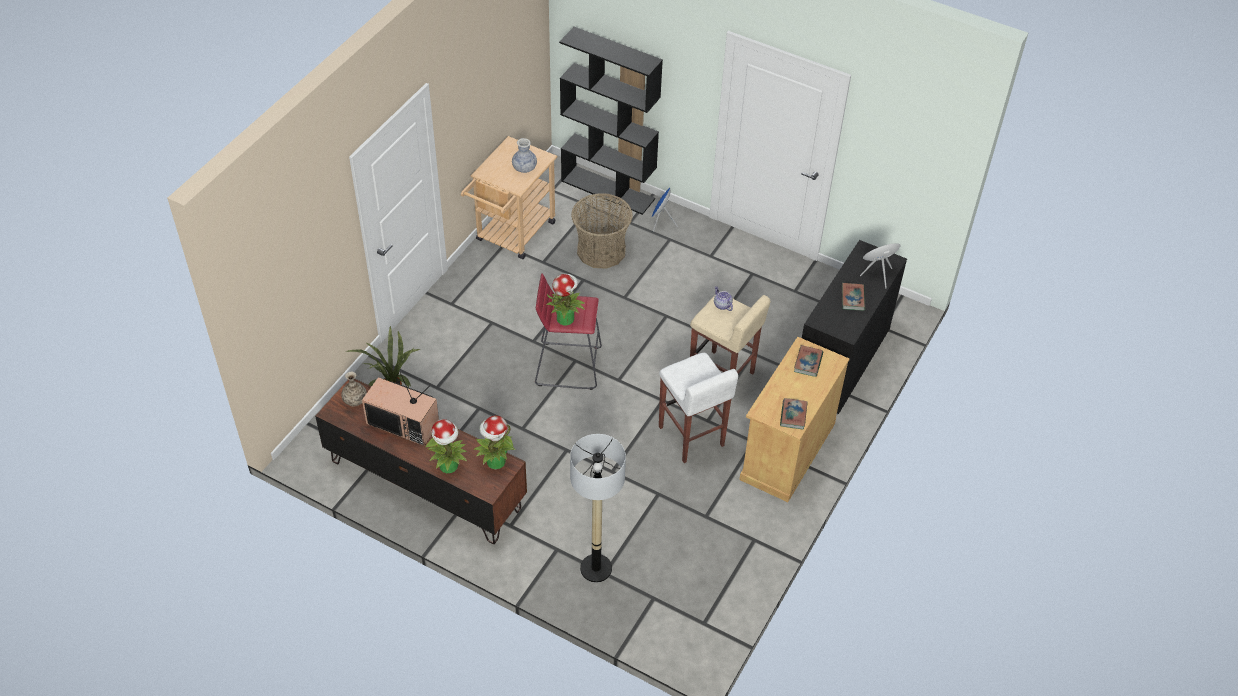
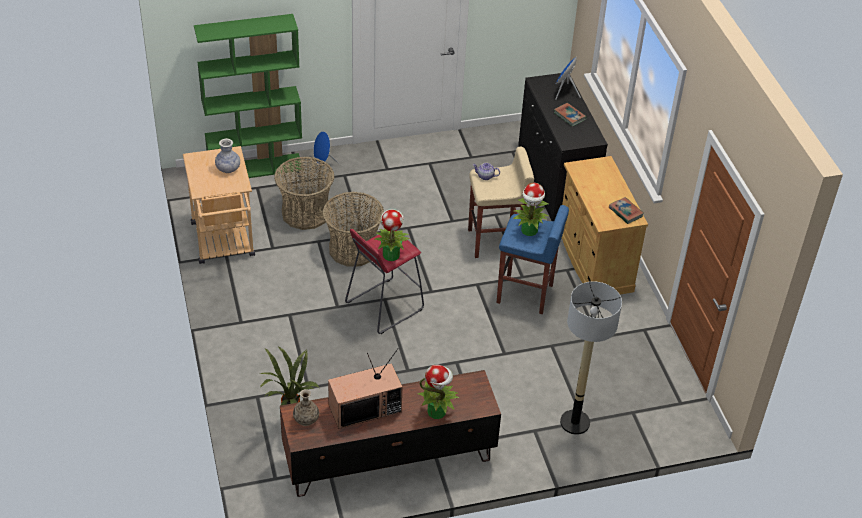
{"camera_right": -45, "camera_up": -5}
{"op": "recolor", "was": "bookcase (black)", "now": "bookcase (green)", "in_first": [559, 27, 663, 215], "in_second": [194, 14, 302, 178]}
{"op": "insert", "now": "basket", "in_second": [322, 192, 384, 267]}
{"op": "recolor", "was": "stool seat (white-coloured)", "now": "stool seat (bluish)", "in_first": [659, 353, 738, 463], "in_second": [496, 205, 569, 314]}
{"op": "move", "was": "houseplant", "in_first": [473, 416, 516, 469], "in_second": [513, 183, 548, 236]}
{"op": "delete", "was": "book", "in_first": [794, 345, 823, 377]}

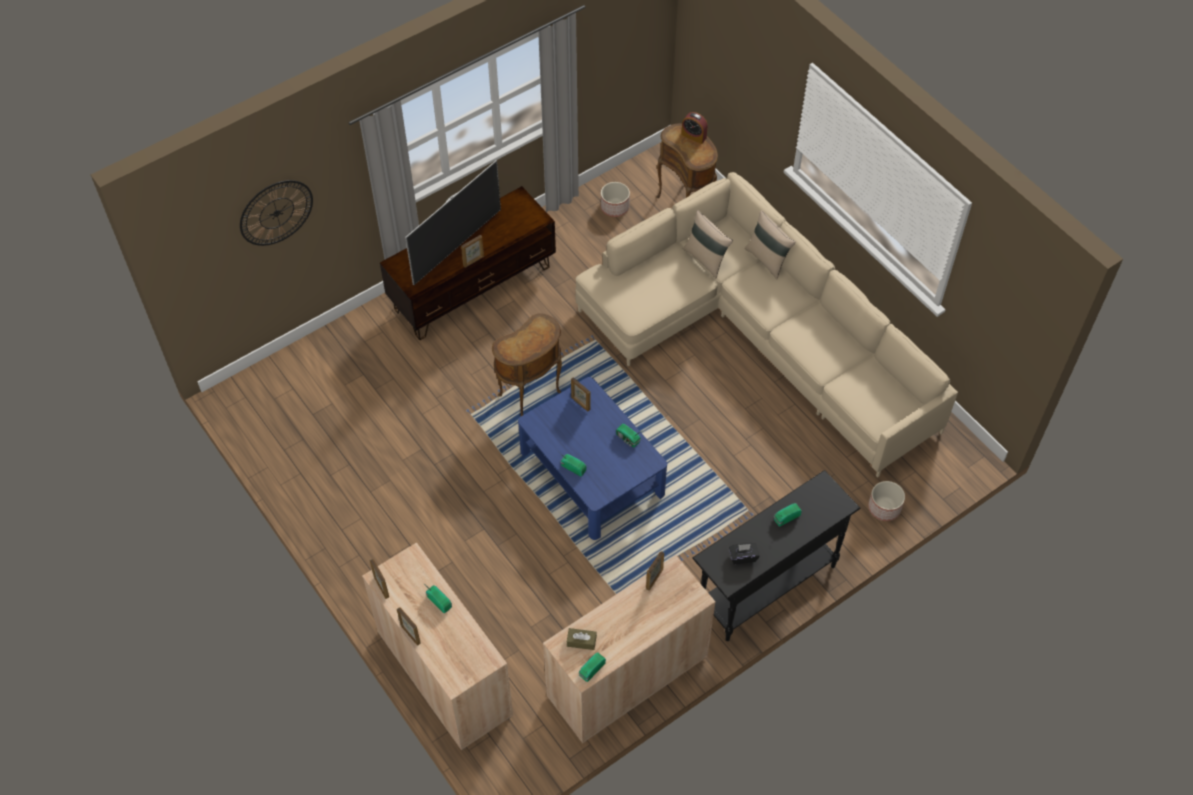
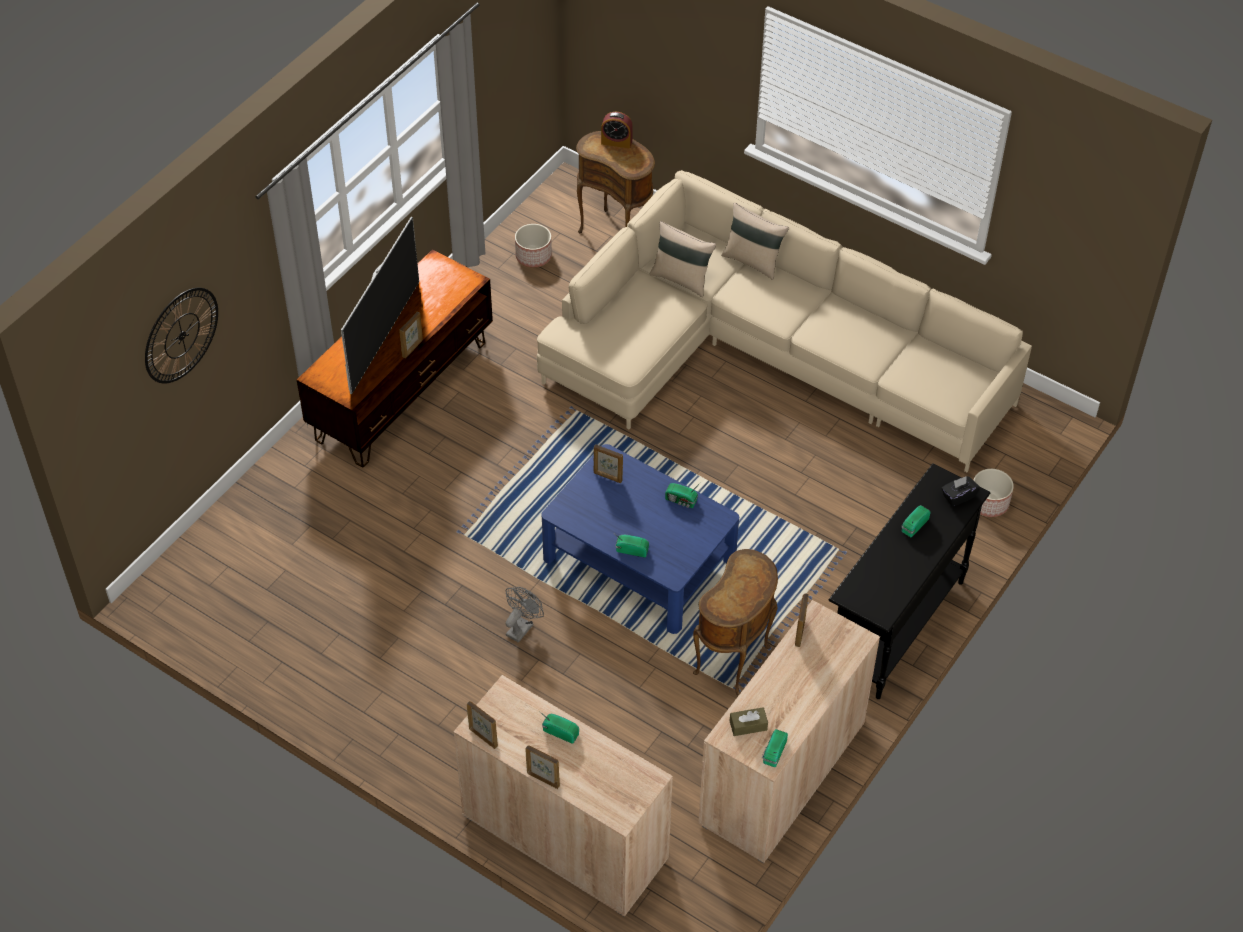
{"camera_right": -20, "camera_up": -5}
{"op": "insert", "now": "fan (grey)", "in_second": [505, 587, 544, 643]}
{"op": "move", "was": "side table (brown)", "in_first": [492, 313, 562, 416], "in_second": [693, 549, 778, 695]}
{"op": "move", "was": "box of tissues (black)", "in_first": [729, 543, 760, 565], "in_second": [942, 476, 980, 507]}

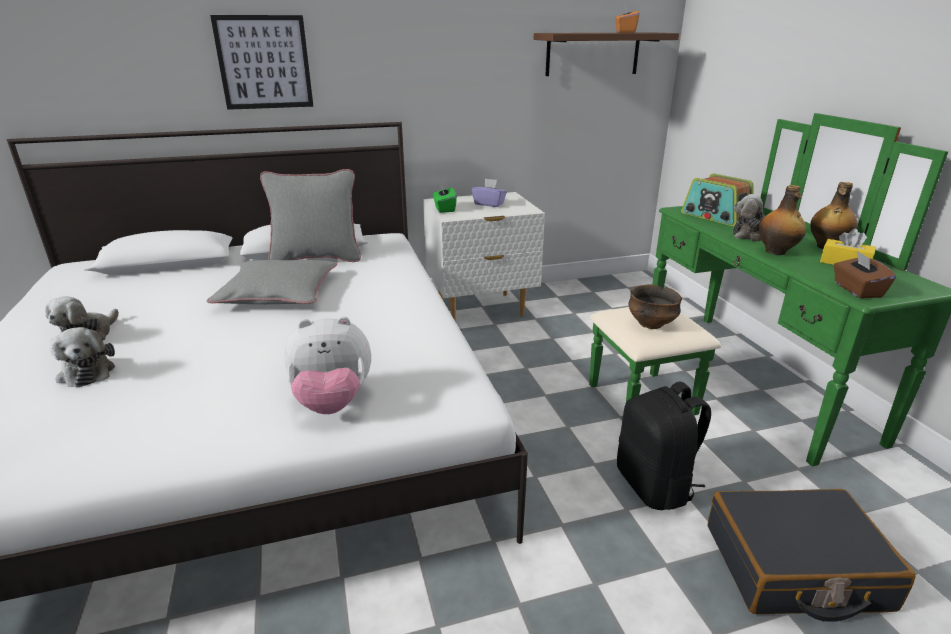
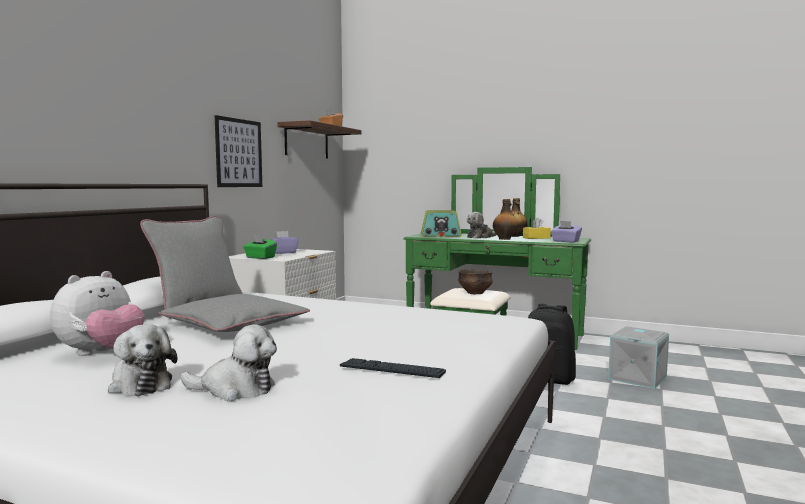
{"camera_right": -50, "camera_up": -20}
{"op": "move", "was": "cuddly toy", "in_first": [284, 317, 371, 414], "in_second": [50, 271, 145, 356]}
{"op": "move", "was": "wall picture", "in_first": [210, 15, 313, 110], "in_second": [215, 115, 262, 187]}
{"op": "insert", "now": "PC keyboard", "in_second": [340, 358, 446, 378]}
{"op": "recolor", "was": "box of tissues (brown)", "now": "box of tissues (purplish)", "in_first": [834, 251, 896, 298], "in_second": [551, 221, 582, 242]}
{"op": "replace", "was": "travel case (black)", "now": "storage bin (grey)", "in_first": [708, 489, 915, 622], "in_second": [608, 326, 669, 389]}

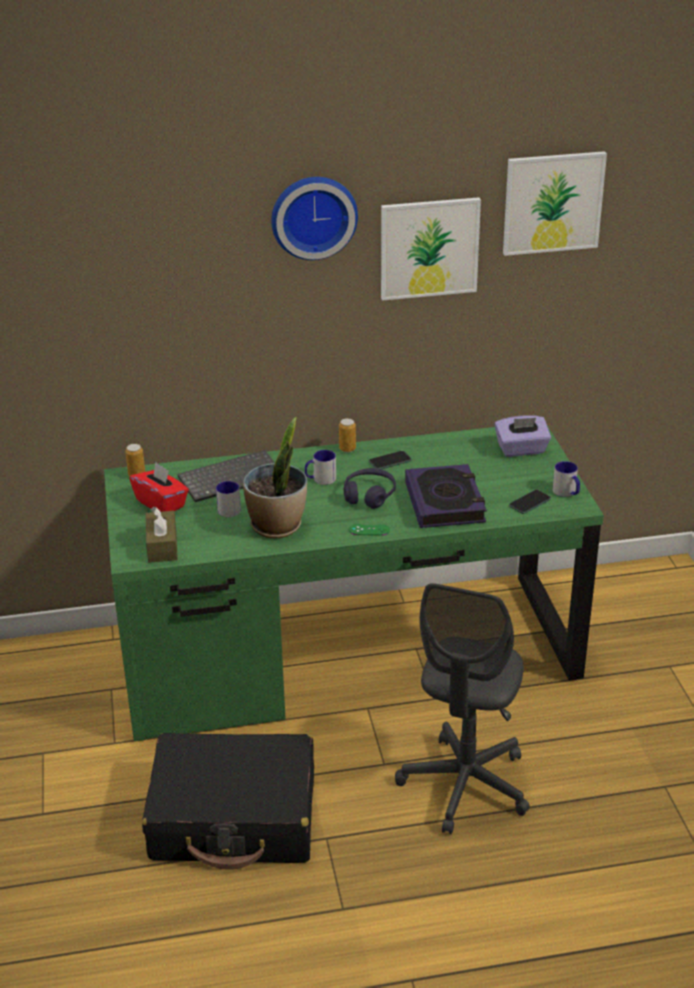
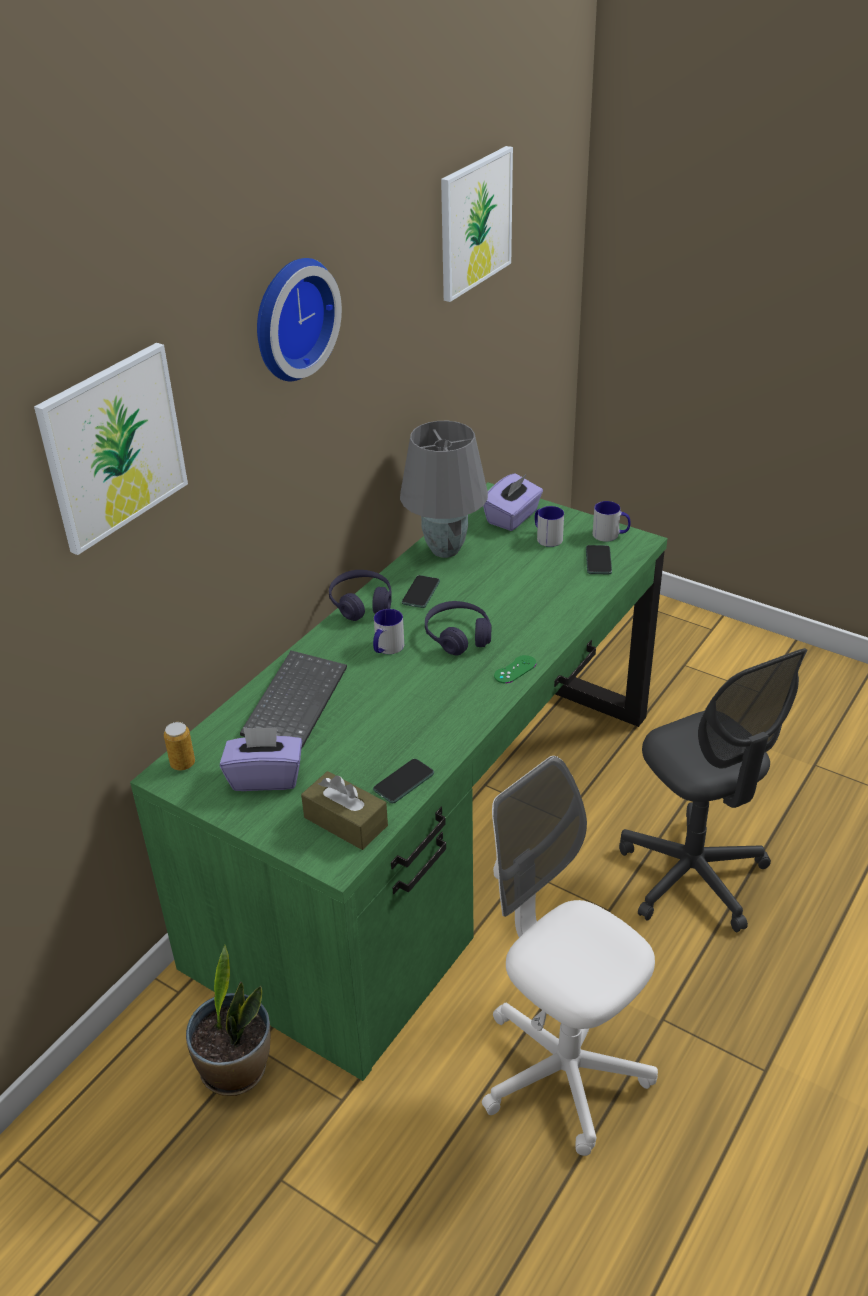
{"camera_right": -45, "camera_up": 5}
{"op": "move", "was": "wall picture", "in_first": [381, 197, 481, 301], "in_second": [34, 343, 188, 555]}
{"op": "move", "was": "houseplant", "in_first": [243, 417, 307, 538], "in_second": [186, 945, 270, 1096]}
{"op": "recolor", "was": "box of tissues (red)", "now": "box of tissues (purplish)", "in_first": [129, 462, 189, 512], "in_second": [220, 727, 302, 791]}
{"op": "replace", "was": "sealed can", "now": "headphones (purplish)", "in_first": [339, 418, 356, 452], "in_second": [329, 570, 392, 621]}
{"op": "insert", "now": "telephone", "in_second": [373, 759, 434, 803]}
{"op": "insert", "now": "table lamp (grey)", "in_second": [400, 421, 488, 558]}
{"op": "replace", "was": "travel case (black)", "now": "computer chair (white-coloured)", "in_first": [142, 733, 314, 870], "in_second": [482, 756, 658, 1156]}
{"op": "move", "was": "tea mug", "in_first": [216, 481, 241, 517], "in_second": [535, 506, 564, 547]}
{"op": "delete", "was": "book", "in_first": [405, 464, 487, 528]}

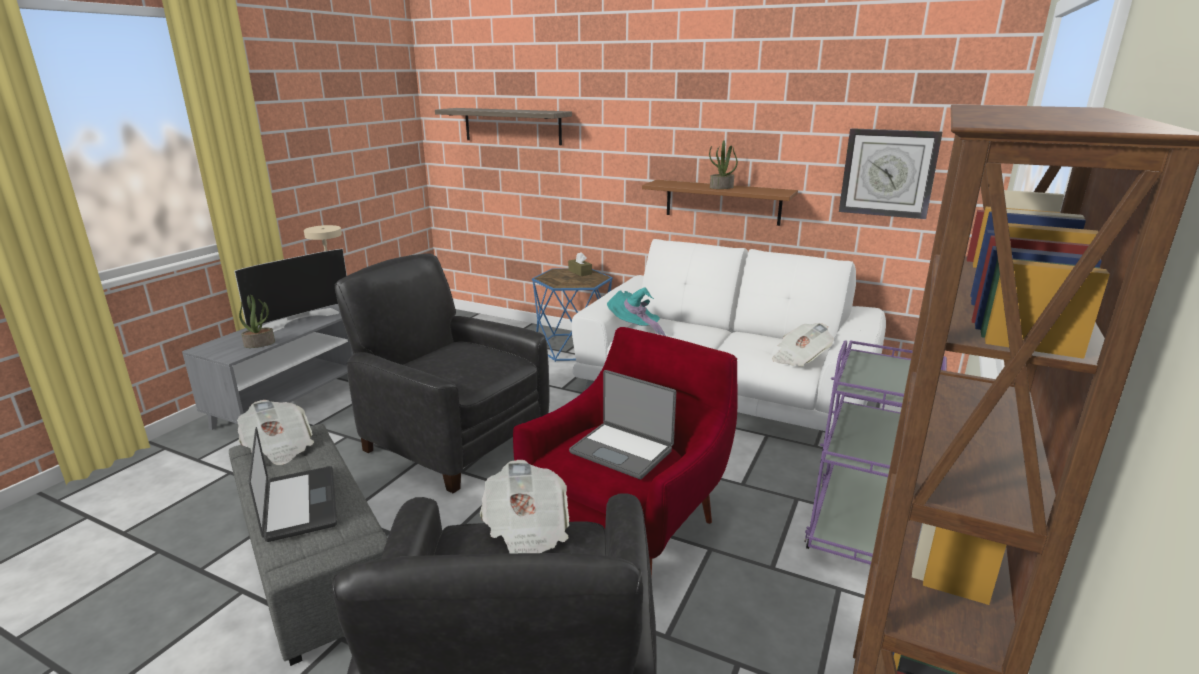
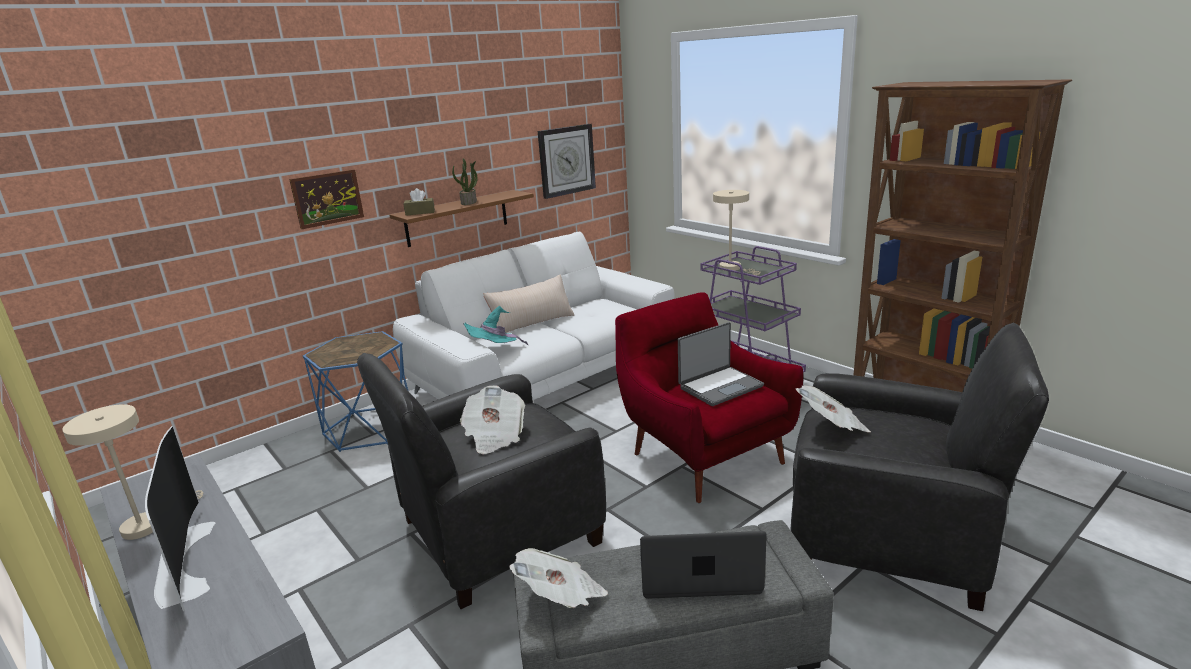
{"camera_right": -65, "camera_up": 0}
{"op": "insert", "now": "wall picture", "in_second": [289, 169, 364, 229]}
{"op": "move", "was": "box of tissues (brown)", "in_first": [568, 252, 592, 276], "in_second": [403, 188, 435, 216]}
{"op": "move", "was": "newspaper", "in_first": [772, 323, 834, 367], "in_second": [460, 385, 525, 454]}
{"op": "insert", "now": "pillow (beige-coloured)", "in_second": [483, 275, 574, 333]}
{"op": "insert", "now": "table lamp (beige-coloured)", "in_second": [713, 190, 761, 276]}
{"op": "delete", "was": "houseplant", "in_first": [239, 295, 275, 348]}
{"op": "delete", "was": "shelf", "in_first": [435, 108, 572, 145]}

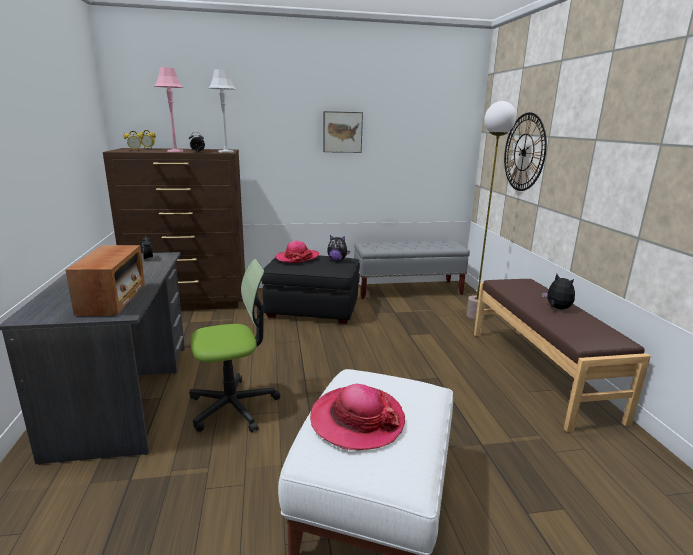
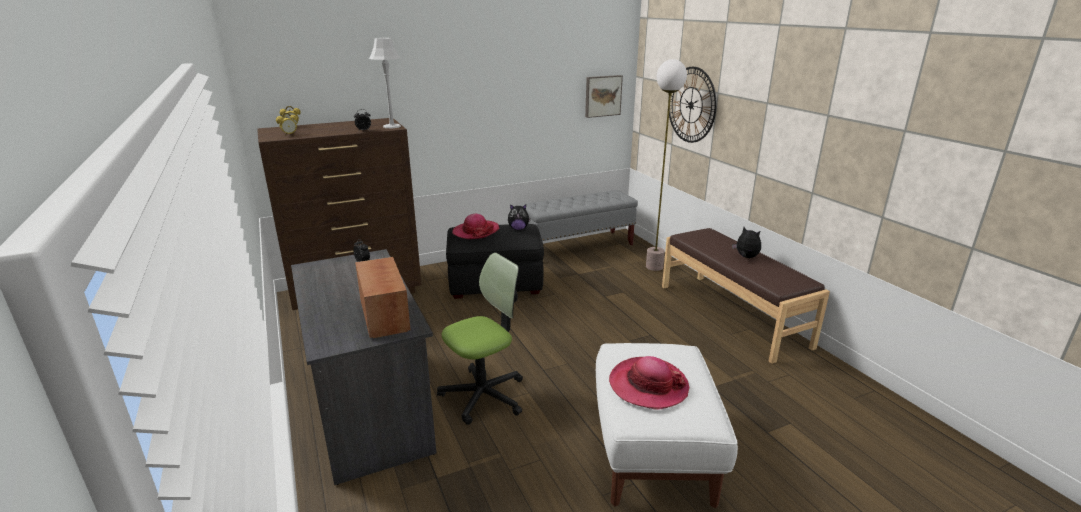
{"camera_right": -15, "camera_up": 5}
{"op": "move", "was": "wall picture", "in_first": [323, 111, 363, 153], "in_second": [585, 75, 623, 118]}
{"op": "delete", "was": "table lamp (pinkish)", "in_first": [155, 67, 183, 152]}

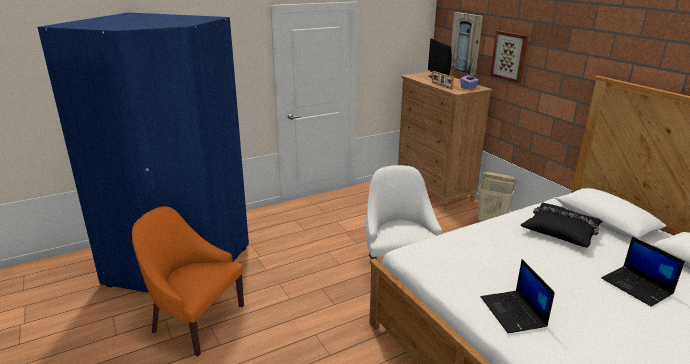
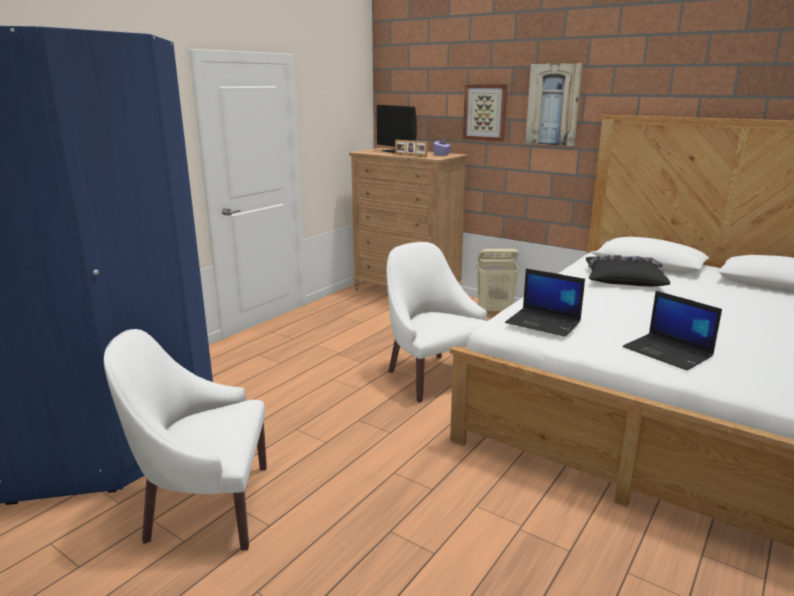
{"camera_right": -25, "camera_up": -5}
{"op": "recolor", "was": "armchair (orangey)", "now": "armchair (white-coloured)", "in_first": [132, 206, 244, 356], "in_second": [104, 329, 267, 551]}
{"op": "move", "was": "notebook computer", "in_first": [601, 237, 685, 307], "in_second": [505, 269, 585, 337]}
{"op": "move", "was": "wall picture", "in_first": [451, 12, 483, 75], "in_second": [525, 63, 583, 146]}

